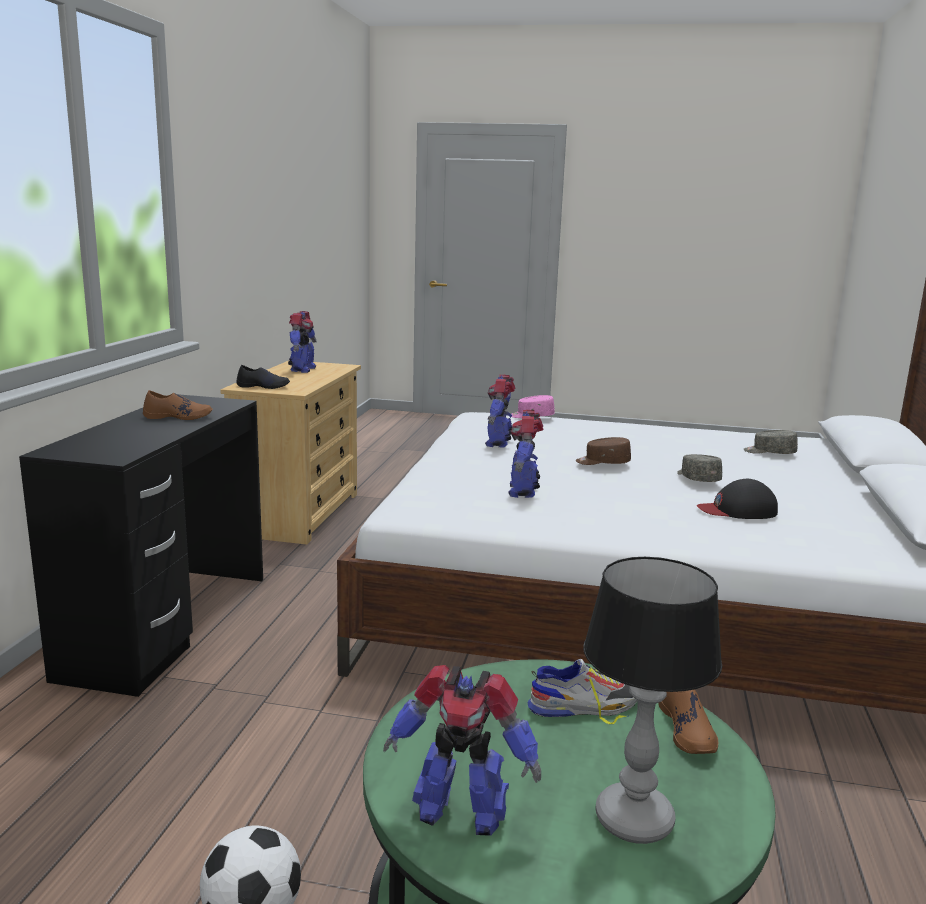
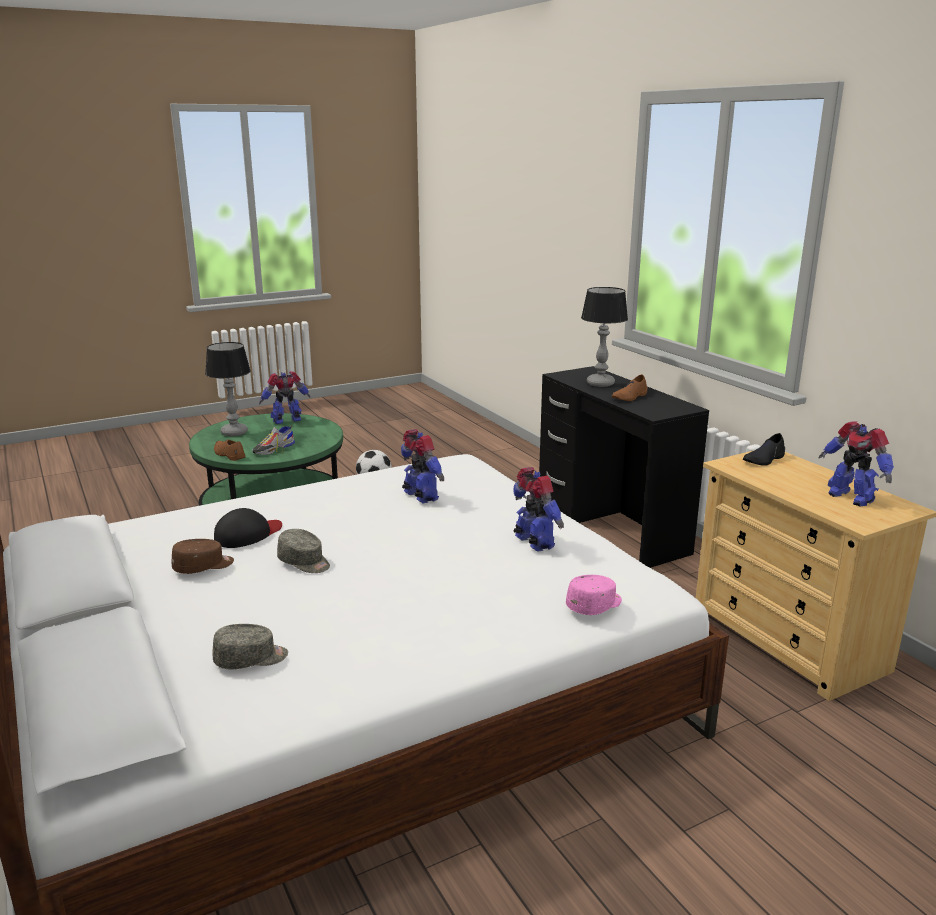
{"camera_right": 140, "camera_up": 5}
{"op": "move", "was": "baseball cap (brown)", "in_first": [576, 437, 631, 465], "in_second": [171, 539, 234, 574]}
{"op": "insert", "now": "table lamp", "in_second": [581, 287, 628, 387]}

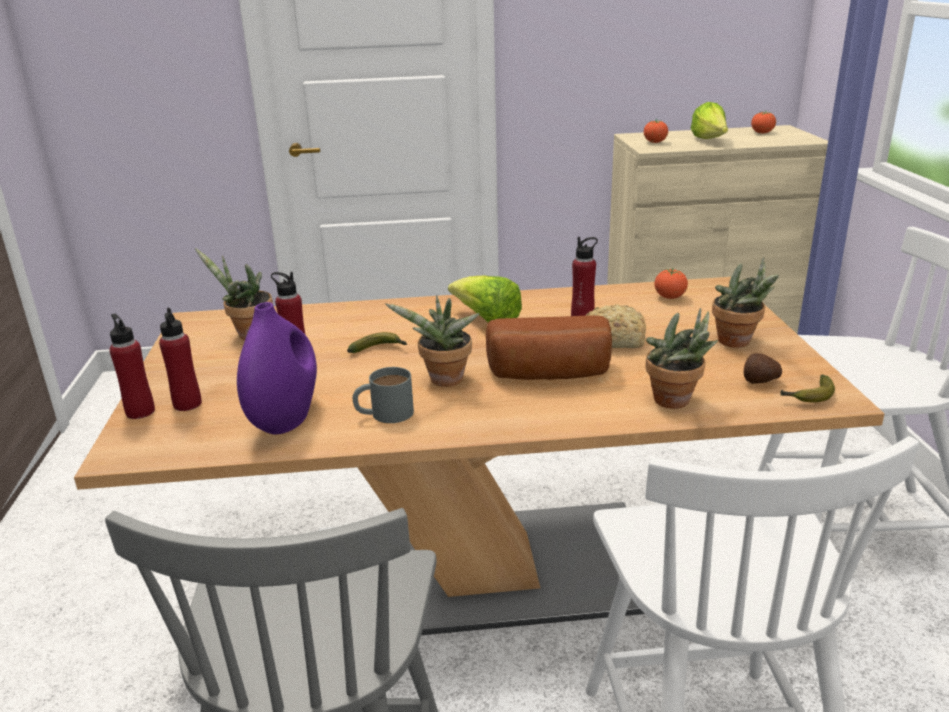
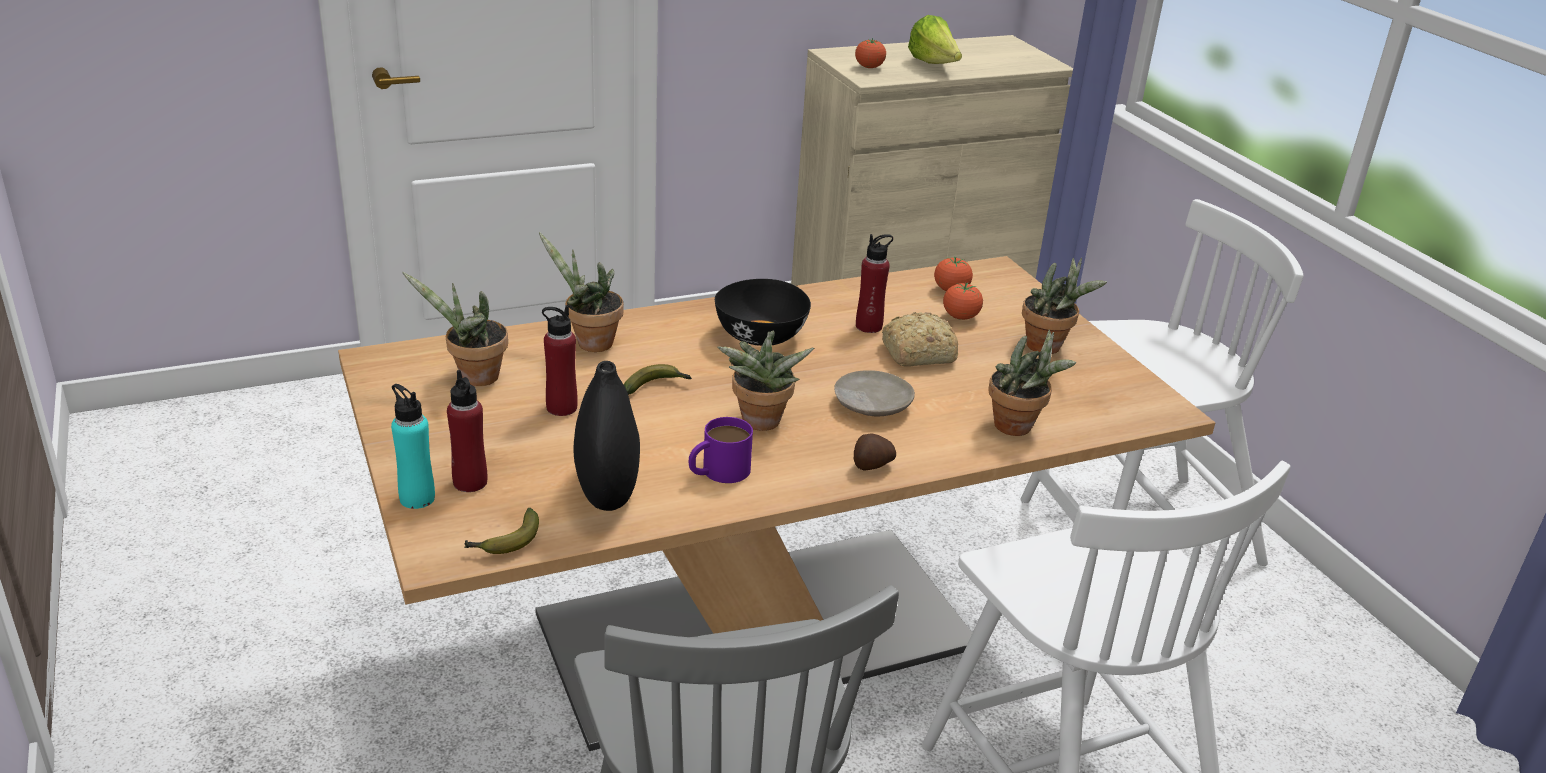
{"camera_right": -20, "camera_up": 5}
{"op": "recolor", "was": "bottle (red)", "now": "bottle (turquoise)", "in_first": [109, 314, 155, 419], "in_second": [391, 384, 435, 509]}
{"op": "move", "was": "banana", "in_first": [780, 375, 835, 402], "in_second": [464, 508, 539, 554]}
{"op": "insert", "now": "houseplant", "in_second": [539, 232, 624, 352]}
{"op": "recolor", "was": "vase (purplish)", "now": "vase (black)", "in_first": [237, 302, 317, 434], "in_second": [573, 361, 640, 511]}
{"op": "recolor", "was": "tea mug (grey)", "now": "tea mug (purplish)", "in_first": [353, 367, 414, 423], "in_second": [689, 417, 753, 483]}
{"op": "replace", "was": "head of lettuce", "now": "deep dish (black)", "in_first": [448, 275, 522, 322], "in_second": [715, 279, 811, 346]}
{"op": "replace", "was": "bread", "now": "plate (beige-coloured)", "in_first": [486, 315, 612, 380], "in_second": [834, 370, 915, 417]}
{"op": "move", "was": "potato", "in_first": [744, 353, 782, 384], "in_second": [854, 434, 896, 471]}
{"op": "move", "was": "tomato", "in_first": [751, 110, 776, 134], "in_second": [943, 282, 983, 320]}

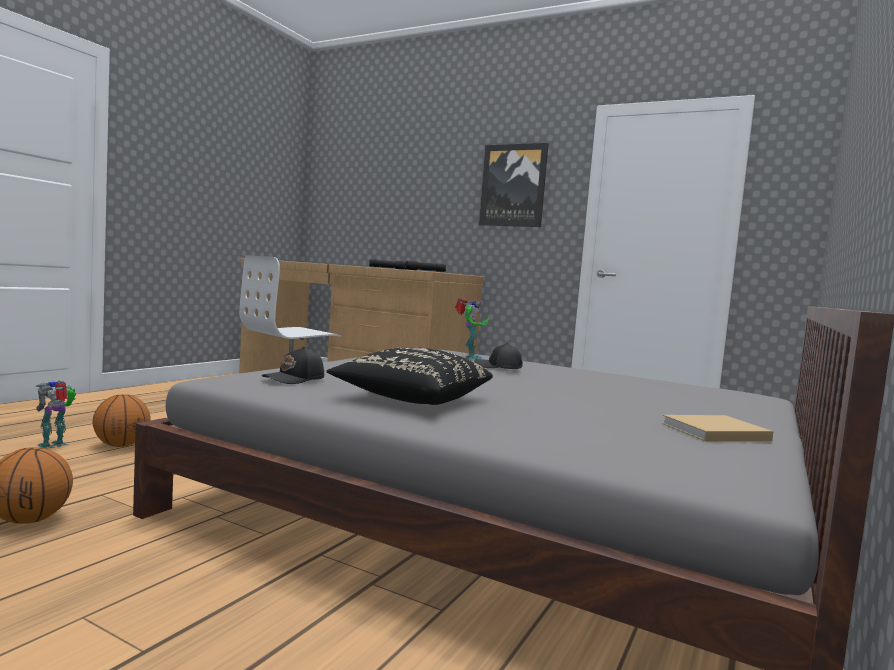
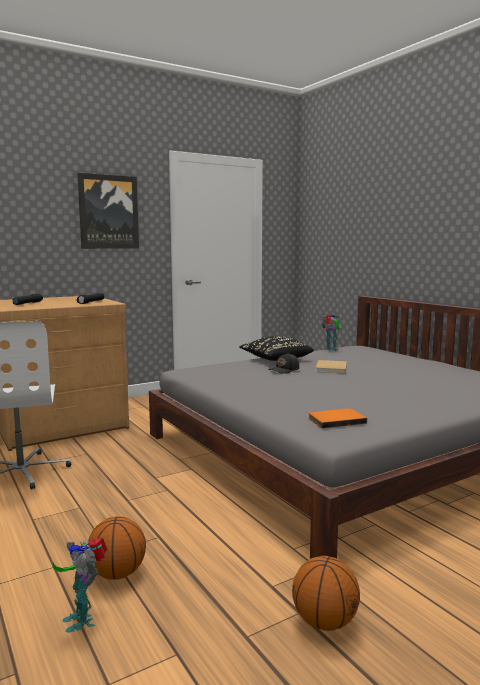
{"camera_right": -60, "camera_up": 5}
{"op": "move", "was": "pillow (black)", "in_first": [327, 347, 493, 405], "in_second": [239, 336, 314, 361]}
{"op": "replace", "was": "baseball cap (black)", "now": "book (orangey)", "in_first": [262, 347, 324, 384], "in_second": [308, 408, 367, 428]}
{"op": "move", "was": "book (beige-coloured)", "in_first": [662, 415, 774, 441], "in_second": [315, 360, 347, 373]}
{"op": "move", "was": "robot figure", "in_first": [455, 298, 489, 359], "in_second": [322, 314, 343, 351]}

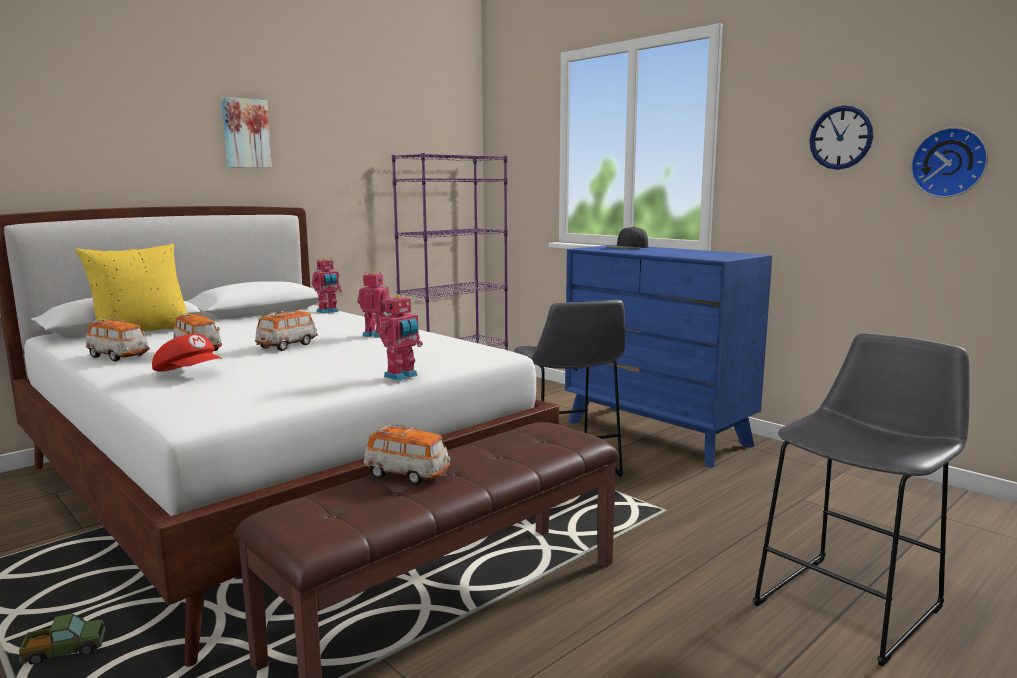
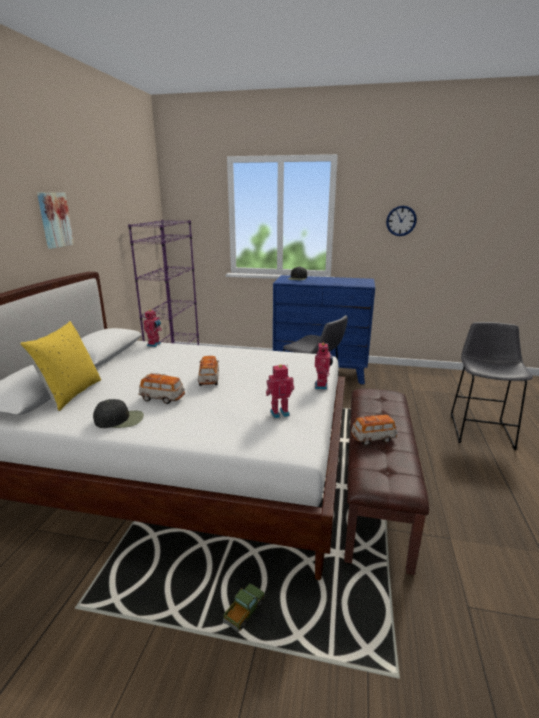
{"camera_right": -35, "camera_up": 10}
{"op": "replace", "was": "toy car", "now": "baseball cap (black)", "in_first": [86, 318, 150, 361], "in_second": [93, 399, 144, 428]}
{"op": "move", "was": "robot figure", "in_first": [357, 271, 390, 338], "in_second": [266, 364, 294, 418]}
{"op": "delete", "was": "baseball cap (red)", "in_first": [152, 334, 222, 372]}
{"op": "delete", "was": "wall clock", "in_first": [911, 127, 988, 198]}

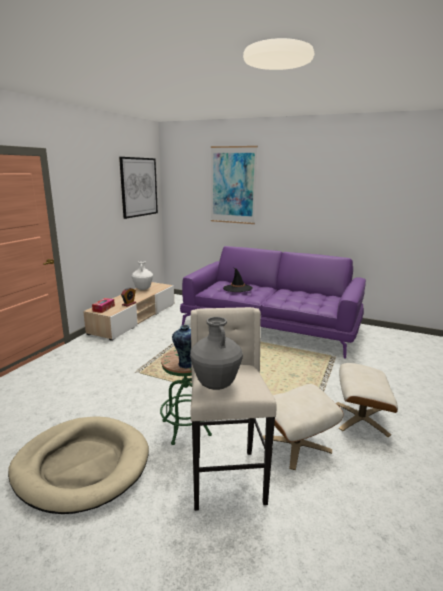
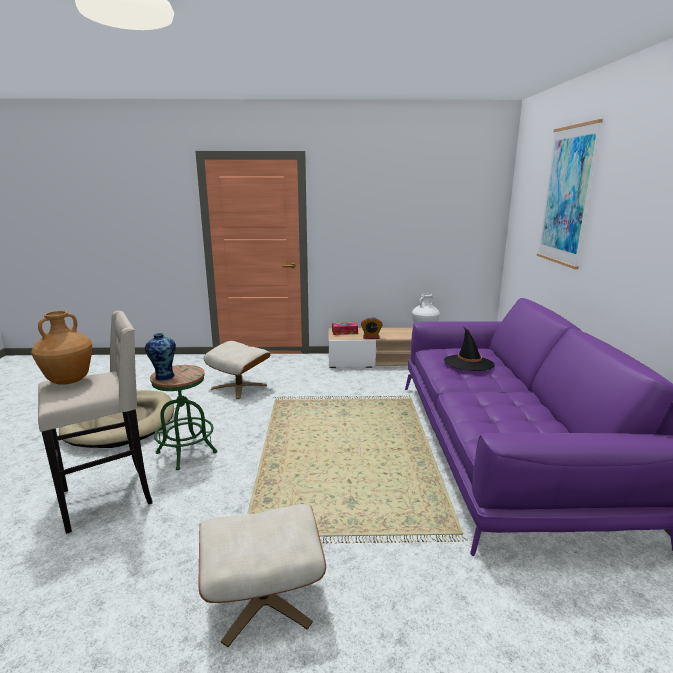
{"camera_right": 65, "camera_up": 0}
{"op": "recolor", "was": "vase (grey)", "now": "vase (brown)", "in_first": [190, 317, 243, 390], "in_second": [31, 311, 92, 385]}
{"op": "move", "was": "footrest (beige-coloured)", "in_first": [263, 384, 344, 470], "in_second": [204, 341, 270, 399]}
{"op": "delete", "was": "wall picture", "in_first": [119, 157, 158, 219]}

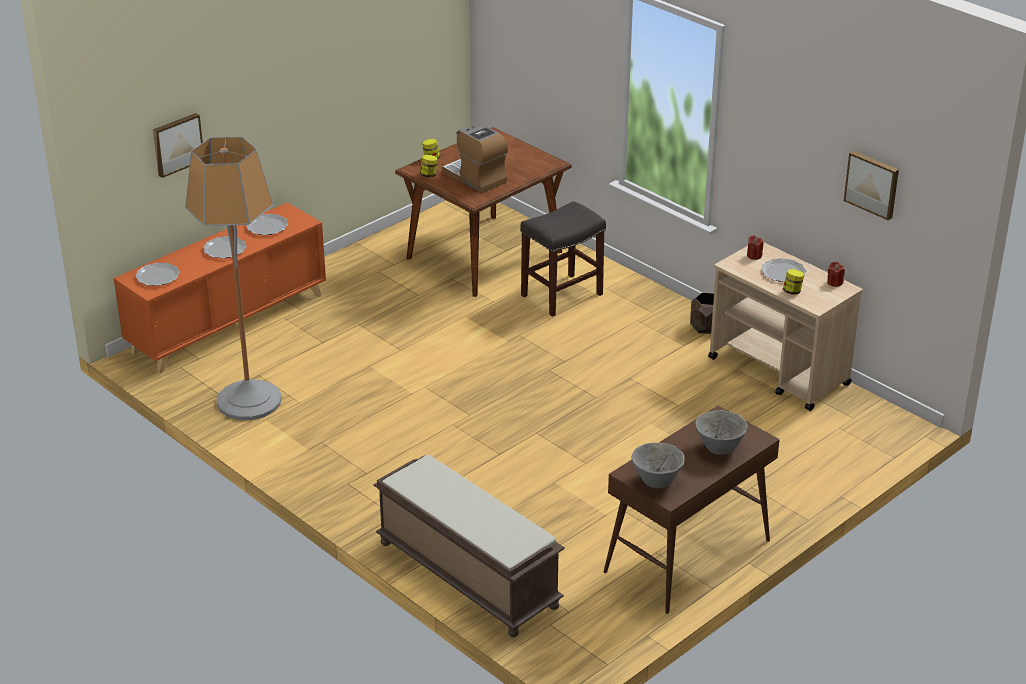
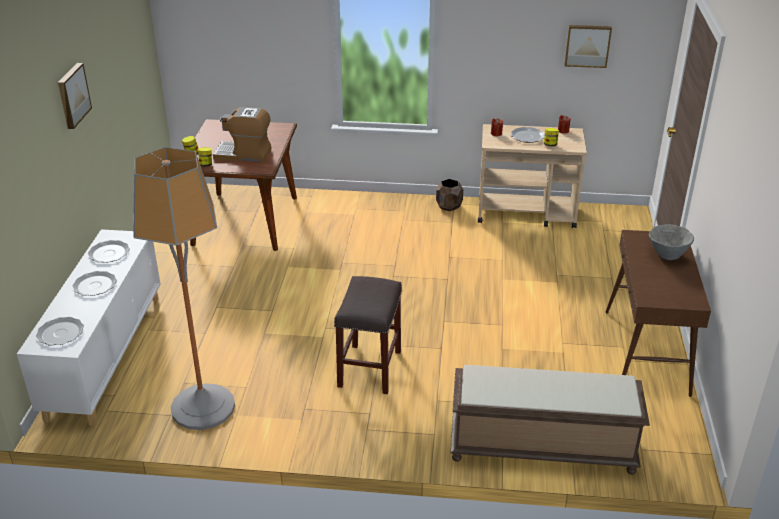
{"camera_right": -40, "camera_up": 0}
{"op": "recolor", "was": "storage cabinet (orangey)", "now": "storage cabinet (white-coloured)", "in_first": [114, 203, 326, 374], "in_second": [17, 229, 161, 426]}
{"op": "move", "was": "wall picture", "in_first": [153, 113, 203, 178], "in_second": [58, 63, 92, 129]}
{"op": "move", "was": "stool seat (grey)", "in_first": [520, 201, 606, 317], "in_second": [334, 276, 402, 394]}
{"op": "delete", "was": "deep dish (grey)", "in_first": [631, 443, 685, 488]}

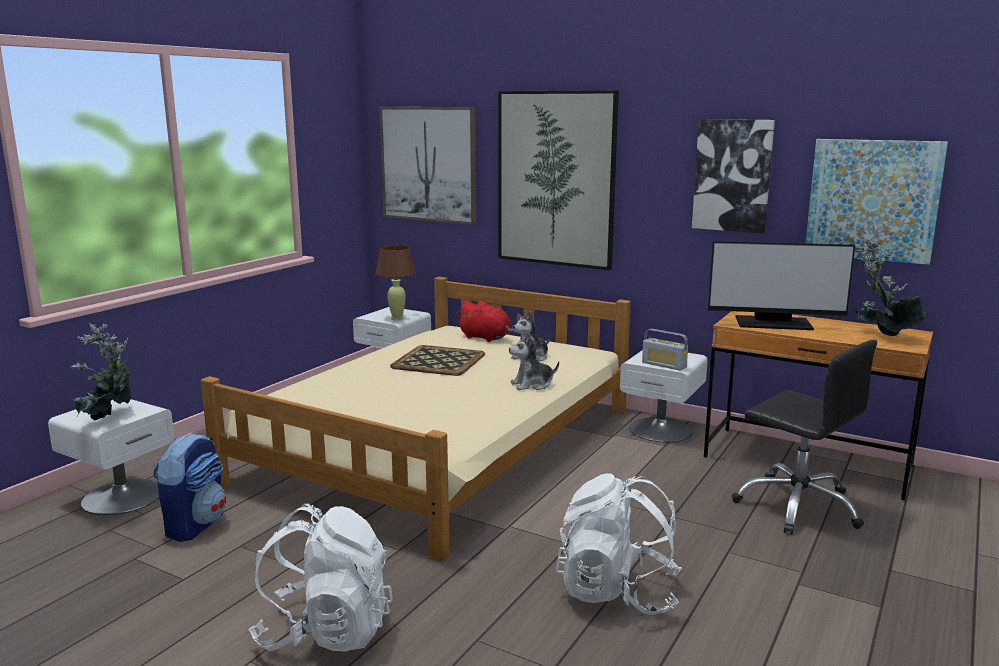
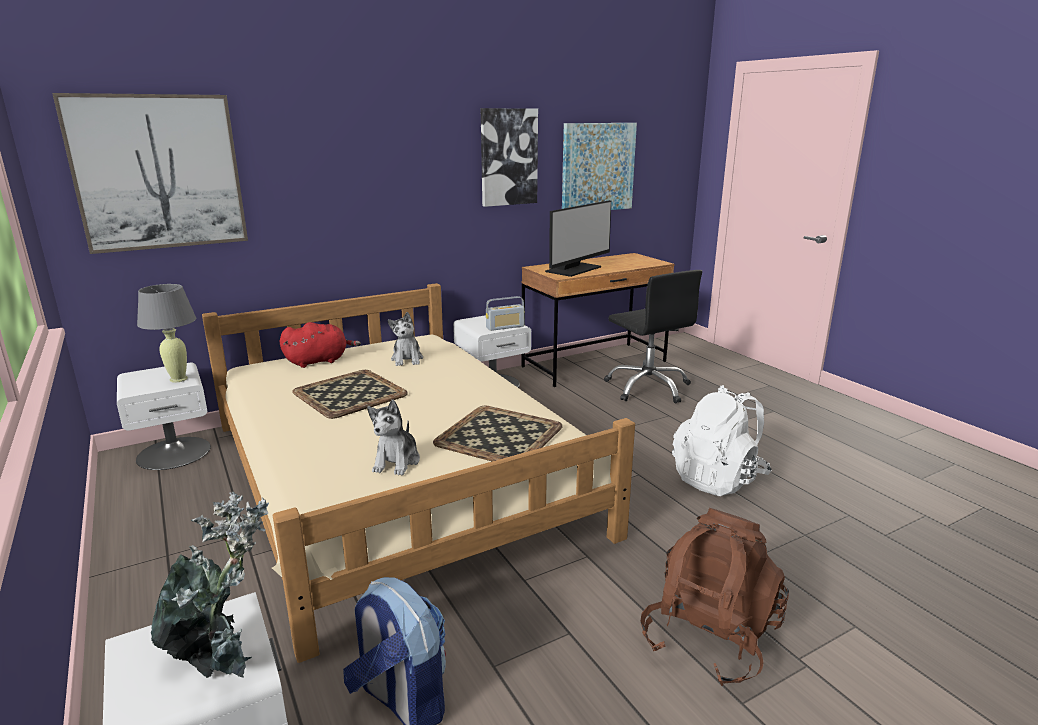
{"camera_right": -60, "camera_up": 5}
{"op": "recolor", "was": "table lamp (brown)", "now": "table lamp (grey)", "in_first": [376, 245, 416, 320], "in_second": [137, 284, 196, 383]}
{"op": "move", "was": "cuddly toy", "in_first": [509, 333, 559, 390], "in_second": [367, 400, 420, 476]}
{"op": "insert", "now": "carrying tray", "in_second": [433, 406, 563, 461]}
{"op": "rotate", "was": "computer chair (black)", "in_first": [732, 340, 877, 534], "in_second": [604, 270, 702, 403], "clockwise": 75}
{"op": "recolor", "was": "backpack (white-coloured)", "now": "backpack (brown)", "in_first": [248, 504, 393, 652], "in_second": [640, 508, 789, 686]}
{"op": "delete", "was": "wall picture", "in_first": [498, 90, 619, 270]}
{"op": "delete", "was": "houseplant", "in_first": [855, 237, 926, 336]}

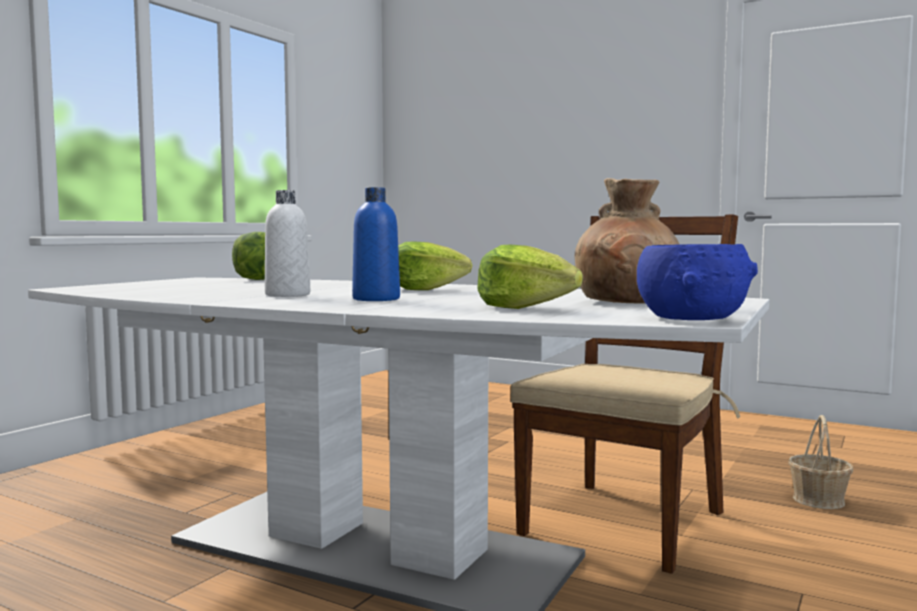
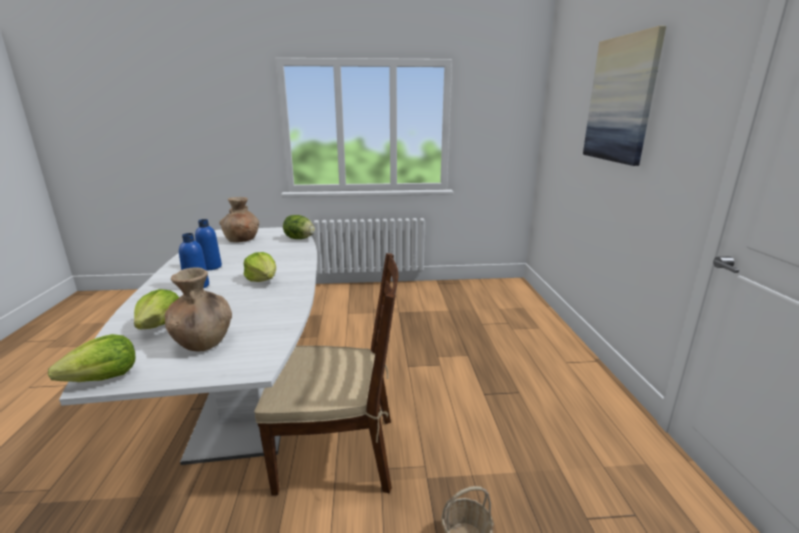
{"camera_right": 55, "camera_up": 15}
{"op": "replace", "was": "deep dish (bluish)", "now": "head of lettuce", "in_first": [637, 244, 758, 320], "in_second": [48, 334, 135, 382]}
{"op": "recolor", "was": "bottle (white-coloured)", "now": "bottle (bluish)", "in_first": [265, 190, 310, 297], "in_second": [195, 219, 222, 270]}
{"op": "insert", "now": "vase (brown)", "in_second": [219, 197, 259, 242]}
{"op": "insert", "now": "wall picture", "in_second": [583, 26, 666, 166]}

